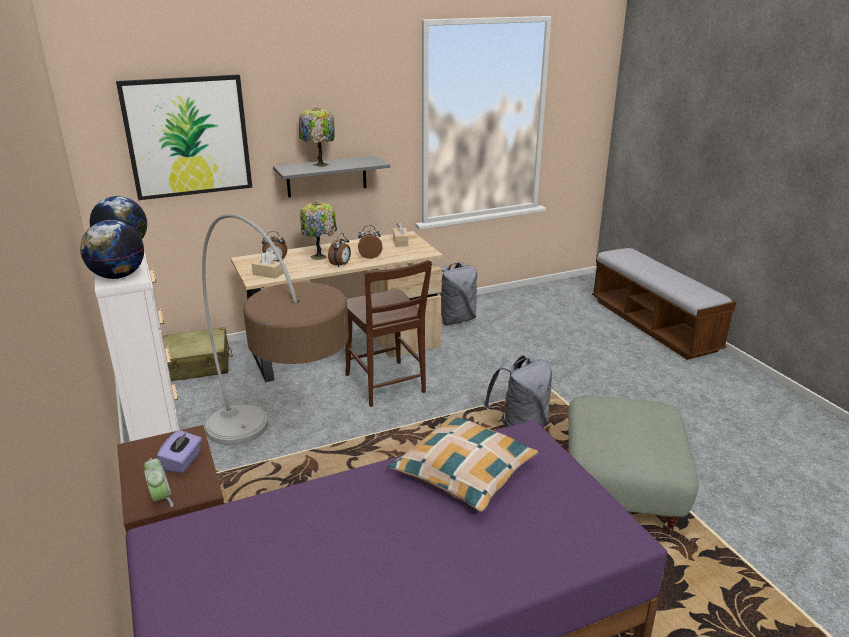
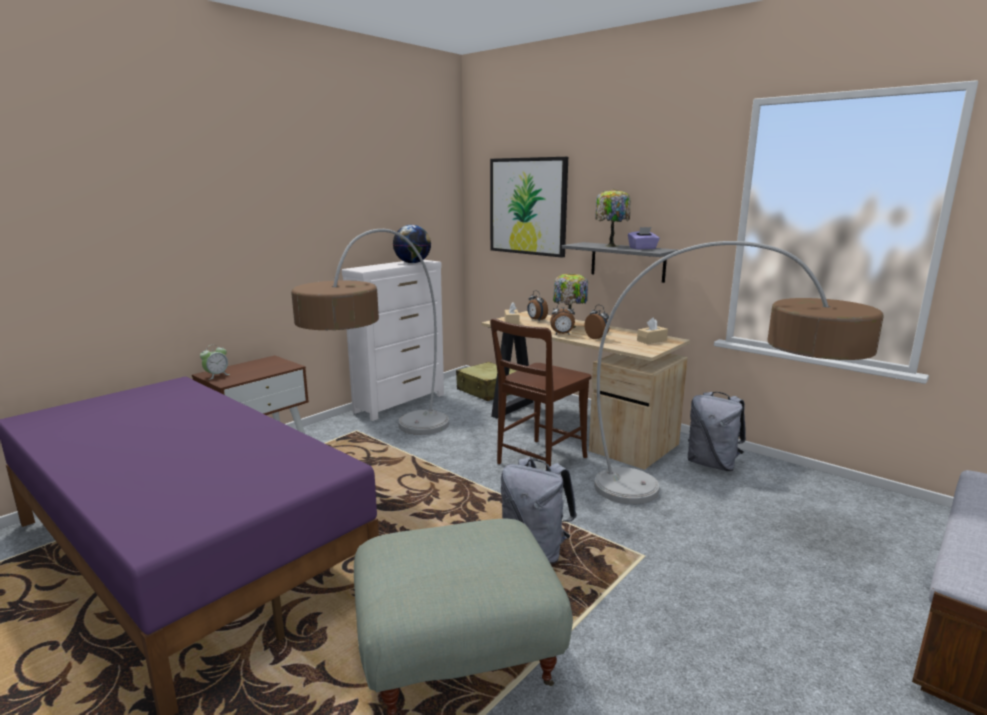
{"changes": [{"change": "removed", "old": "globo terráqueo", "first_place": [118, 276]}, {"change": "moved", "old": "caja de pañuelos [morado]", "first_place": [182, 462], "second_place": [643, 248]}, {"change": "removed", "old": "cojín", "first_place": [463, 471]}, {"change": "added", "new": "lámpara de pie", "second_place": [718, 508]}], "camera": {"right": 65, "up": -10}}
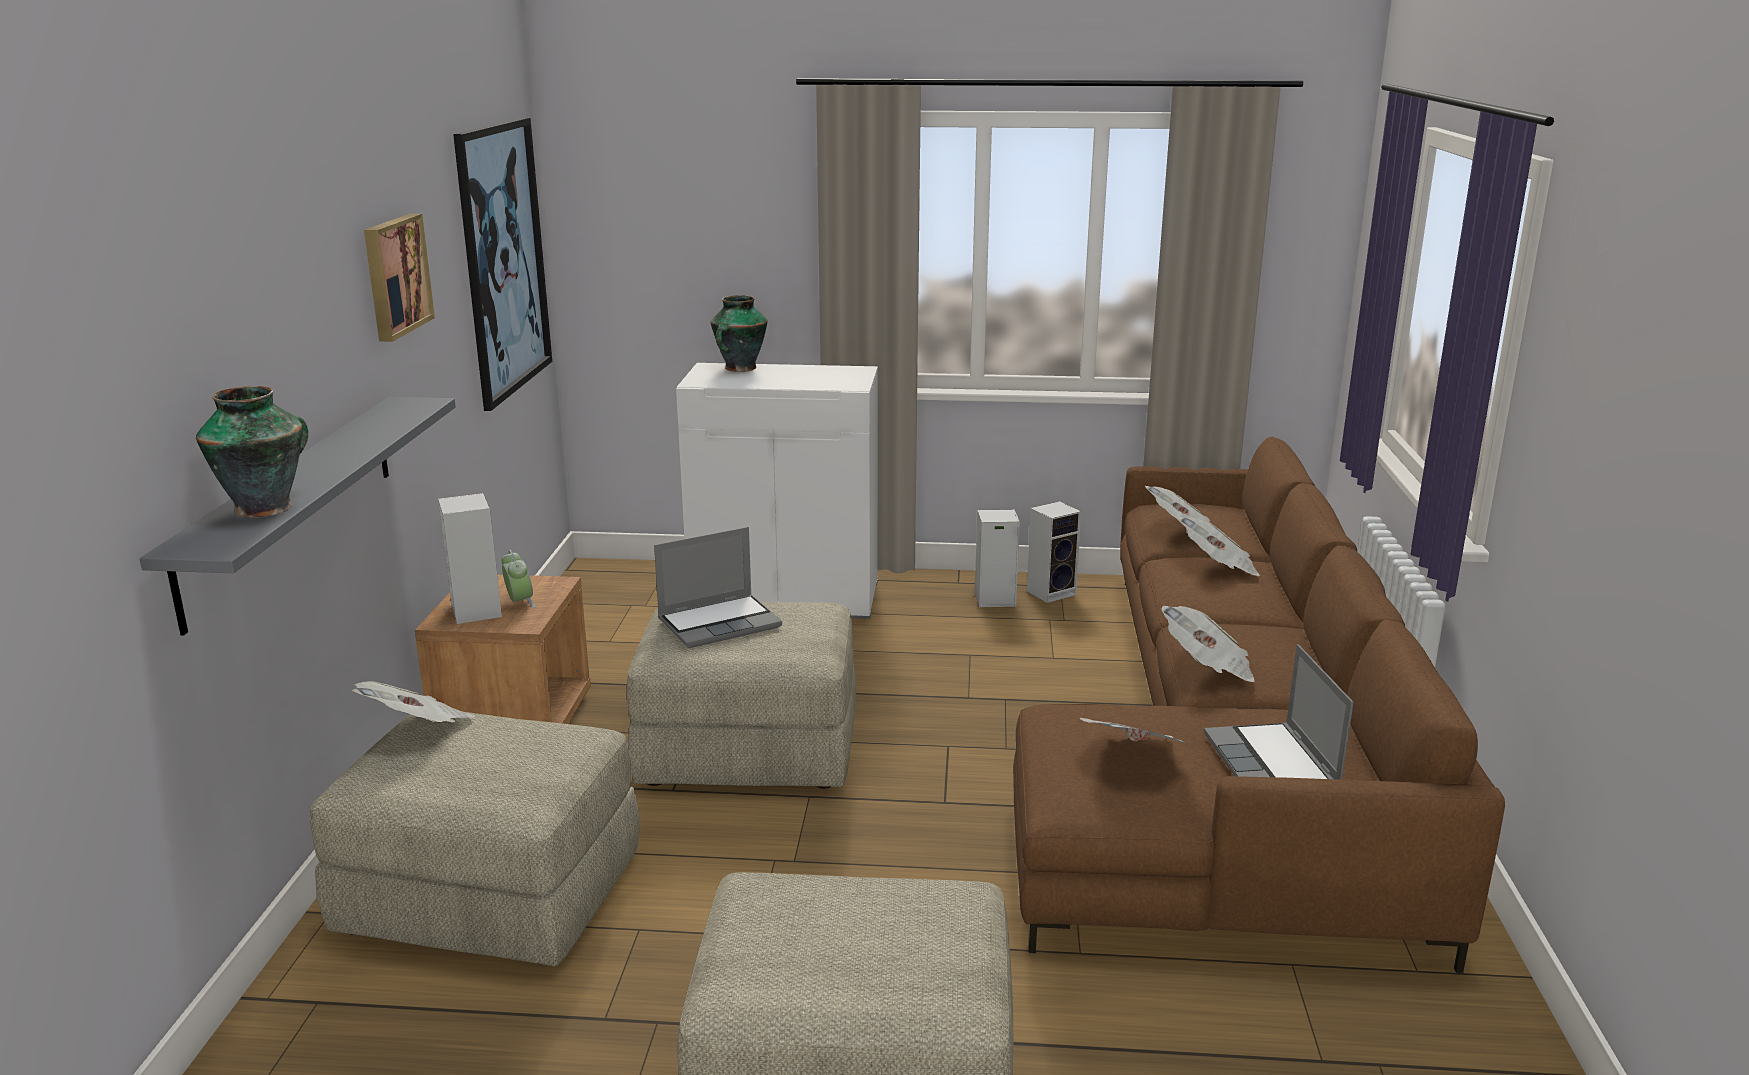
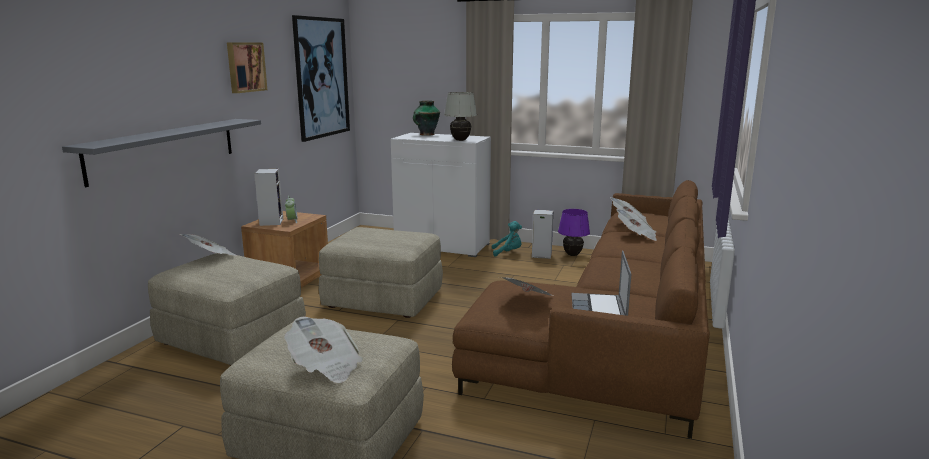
{"changes": [{"change": "removed", "old": "florero", "first_place": [266, 507]}, {"change": "removed", "old": "portátil", "first_place": [720, 622]}, {"change": "replaced", "old": "altavoz", "new": "lámpara de mesa [morado]", "first_place": [1052, 592], "second_place": [572, 255]}, {"change": "moved", "old": "periódico", "first_place": [1207, 667], "second_place": [325, 366]}, {"change": "added", "new": "lámpara de mesa [blanco]", "second_place": [460, 140]}, {"change": "added", "new": "peluche [turquesa]", "second_place": [508, 253]}], "camera": {"right": 15, "up": -5}}
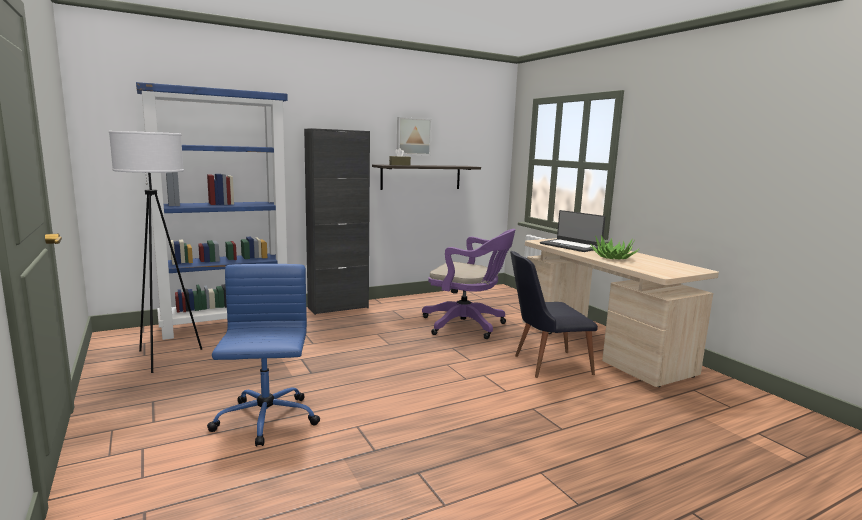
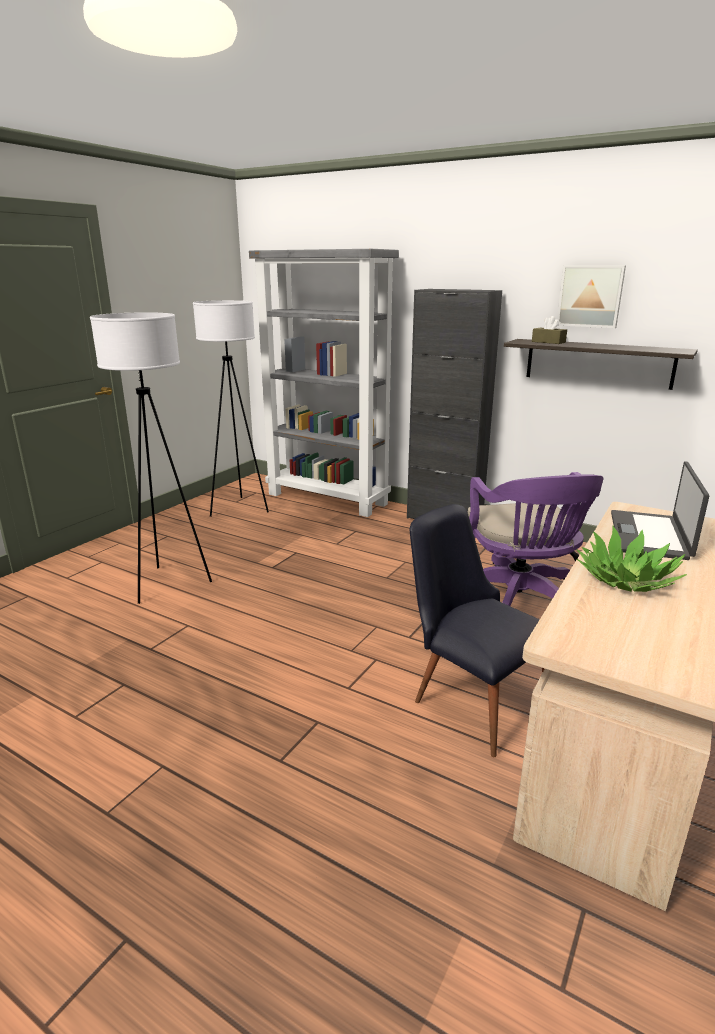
{"changes": [{"change": "recoloured", "old": "estantería [azul]", "new": "estantería [gris]", "first_place": [227, 324], "second_place": [328, 499]}, {"change": "replaced", "old": "silla de oficina [azul]", "new": "lámpara de pie [blanco]", "first_place": [265, 420], "second_place": [168, 584]}], "camera": {"right": 60, "up": 10}}
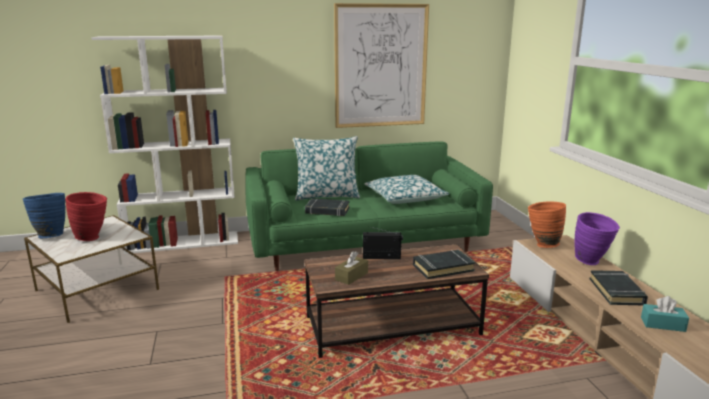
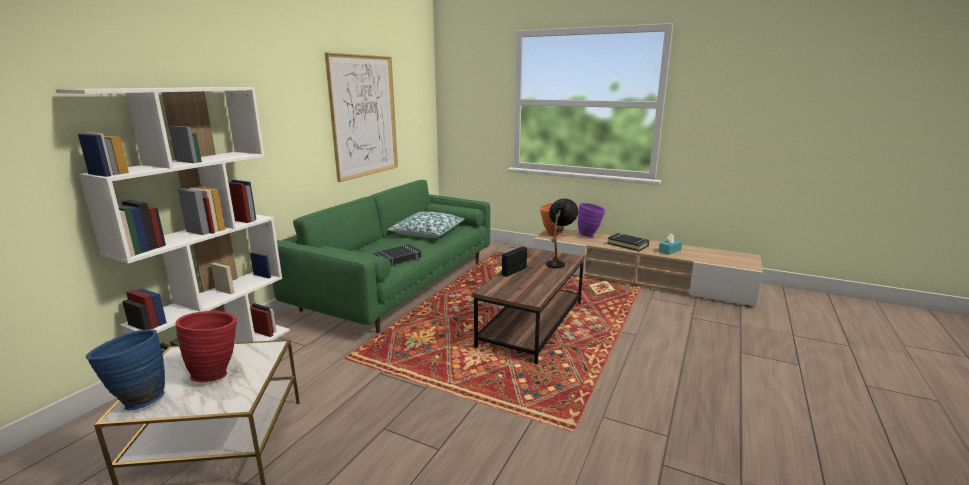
{"changes": [{"change": "removed", "old": "cojín", "first_place": [327, 196]}, {"change": "removed", "old": "caja de pañuelos [marrón]", "first_place": [351, 276]}, {"change": "replaced", "old": "libro [negro]", "new": "lámpara de mesa [negro]", "first_place": [442, 268], "second_place": [558, 262]}], "camera": {"right": -50, "up": 0}}
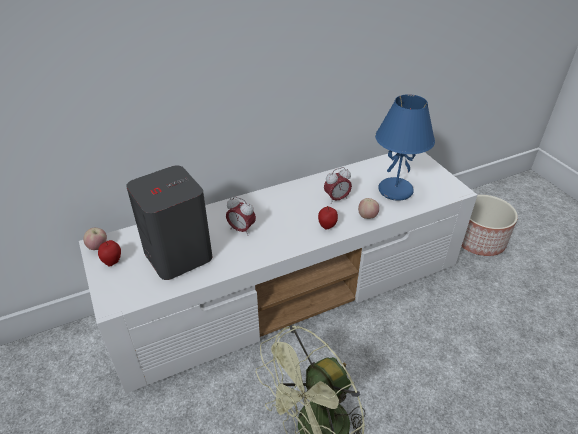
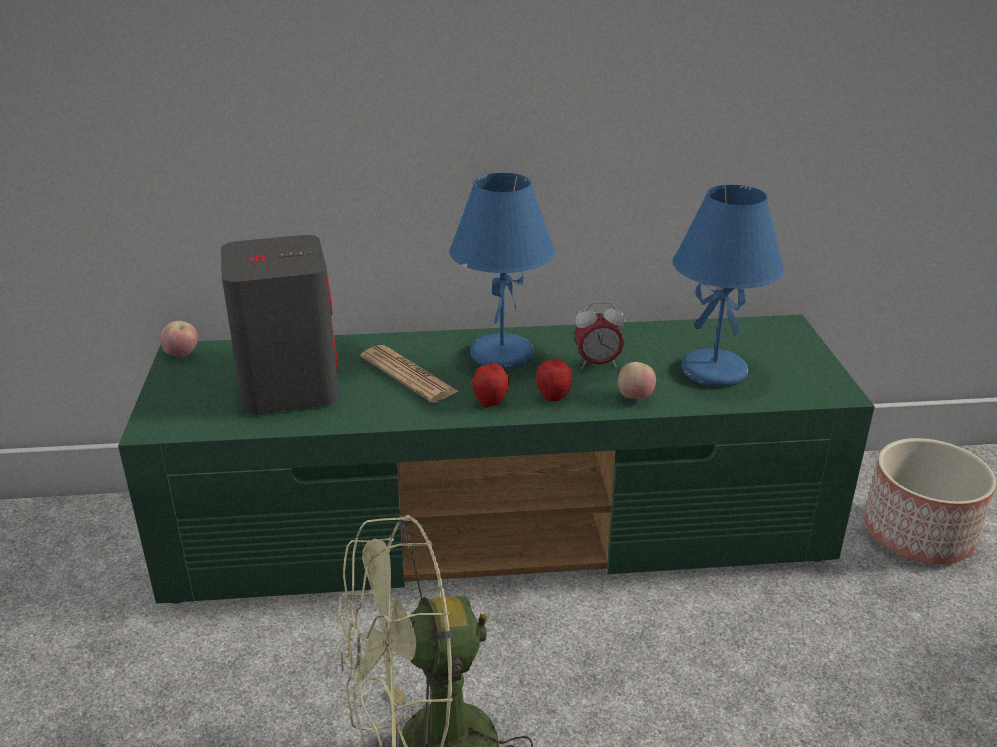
{"changes": [{"change": "recoloured", "old": "mueble de televisión [blanco]", "new": "mueble de televisión [verde]", "first_place": [290, 290], "second_place": [502, 530]}, {"change": "moved", "old": "manzana", "first_place": [113, 262], "second_place": [490, 403]}, {"change": "replaced", "old": "despertador", "new": "periódico", "first_place": [241, 229], "second_place": [408, 375]}, {"change": "added", "new": "lámpara de mesa [azul]", "second_place": [501, 354]}], "camera": {"right": 20, "up": -10}}
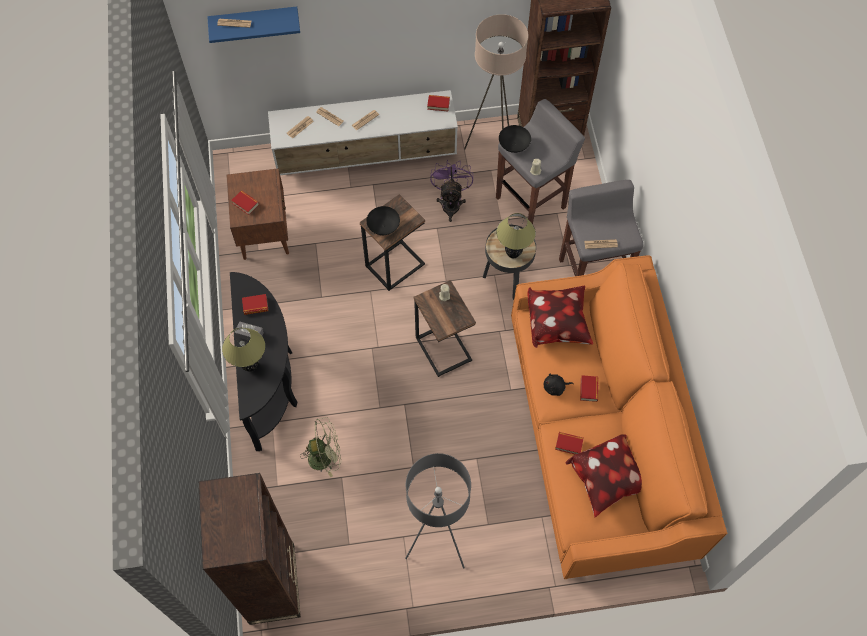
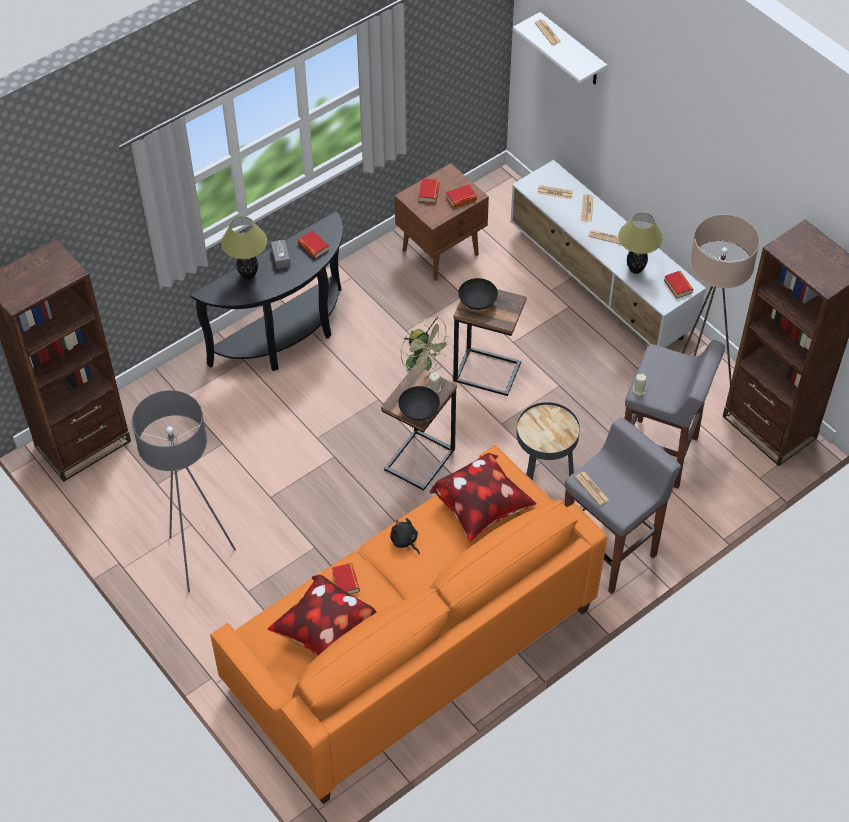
{"changes": [{"change": "recoloured", "old": "estante [azul]", "new": "estante [blanco]", "first_place": [254, 22], "second_place": [572, 51]}, {"change": "moved", "old": "ventilador [verde]", "first_place": [325, 457], "second_place": [424, 367]}, {"change": "removed", "old": "ventilador [morado]", "first_place": [451, 203]}, {"change": "moved", "old": "lámpara de mesa", "first_place": [513, 254], "second_place": [635, 270]}, {"change": "moved", "old": "cuenco [negro]", "first_place": [513, 145], "second_place": [418, 411]}, {"change": "moved", "old": "libro", "first_place": [589, 389], "second_place": [461, 198]}], "camera": {"right": 60, "up": -10}}
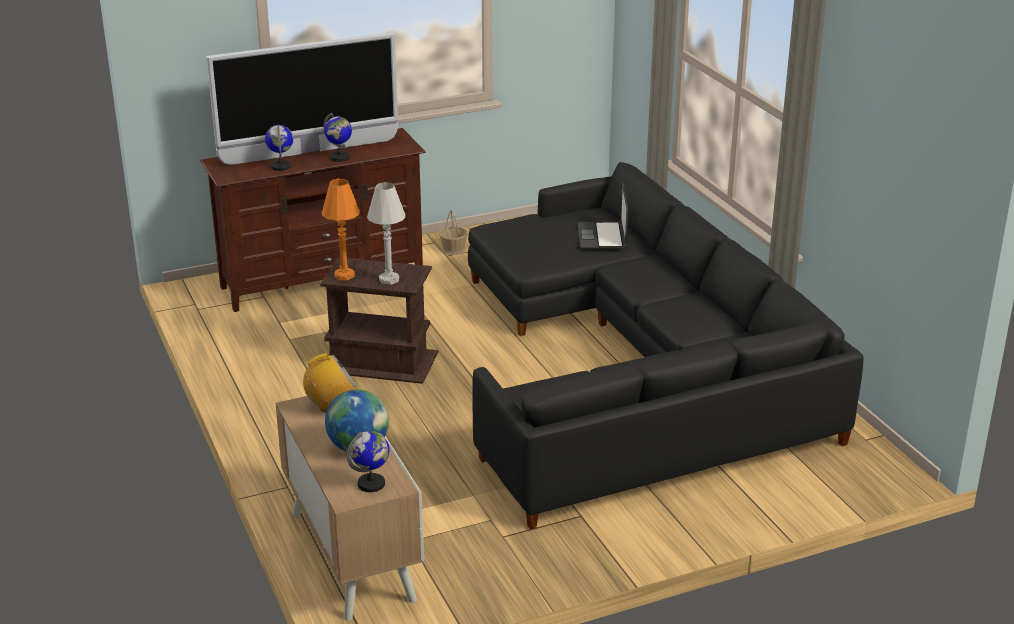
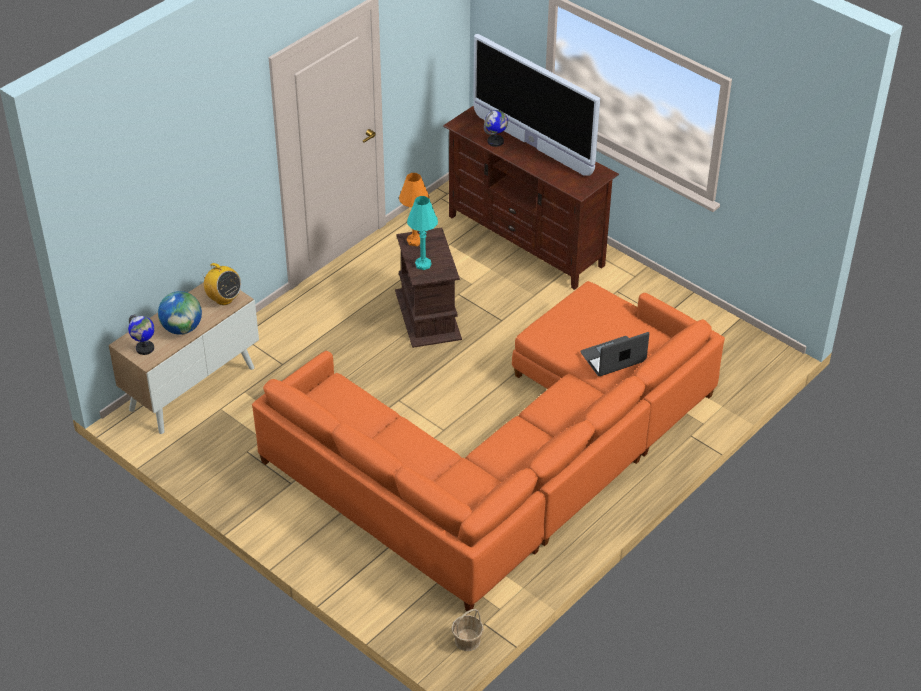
{"changes": [{"change": "removed", "old": "globo terráqueo", "first_place": [339, 158]}, {"change": "recoloured", "old": "lámpara de mesa [blanco]", "new": "lámpara de mesa [turquesa]", "first_place": [389, 280], "second_place": [423, 264]}, {"change": "moved", "old": "cesta", "first_place": [453, 249], "second_place": [467, 640]}, {"change": "recoloured", "old": "sofá [negro]", "new": "sofá [naranja]", "first_place": [637, 370], "second_place": [506, 458]}], "camera": {"right": 65, "up": 15}}
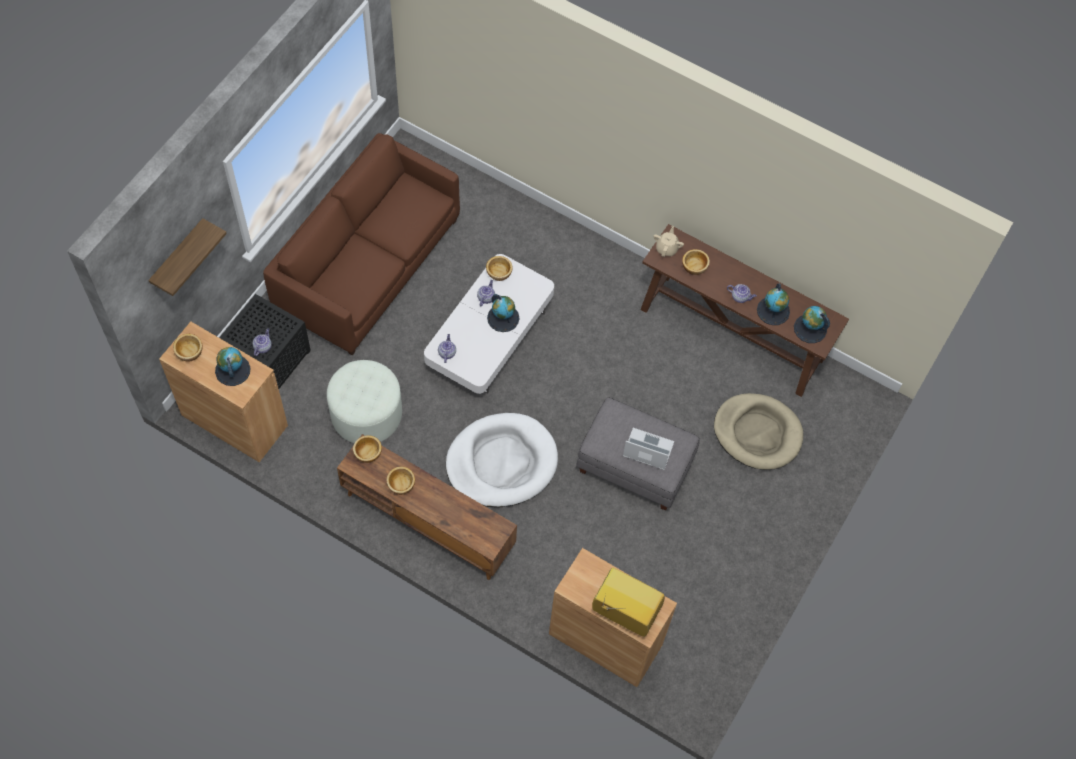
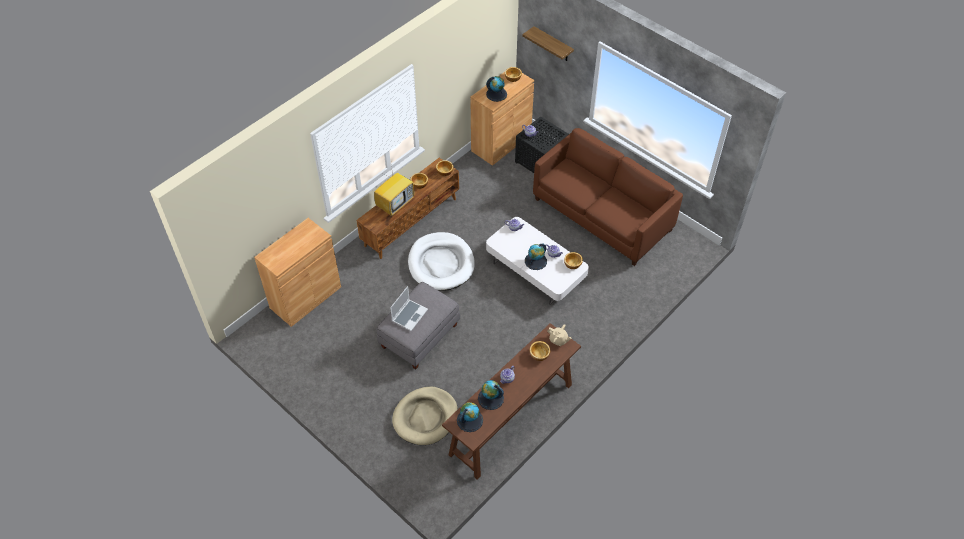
{"changes": [{"change": "removed", "old": "puf [blanco]", "first_place": [366, 413]}, {"change": "moved", "old": "televisor", "first_place": [623, 612], "second_place": [395, 204]}], "camera": {"right": 105, "up": -10}}
